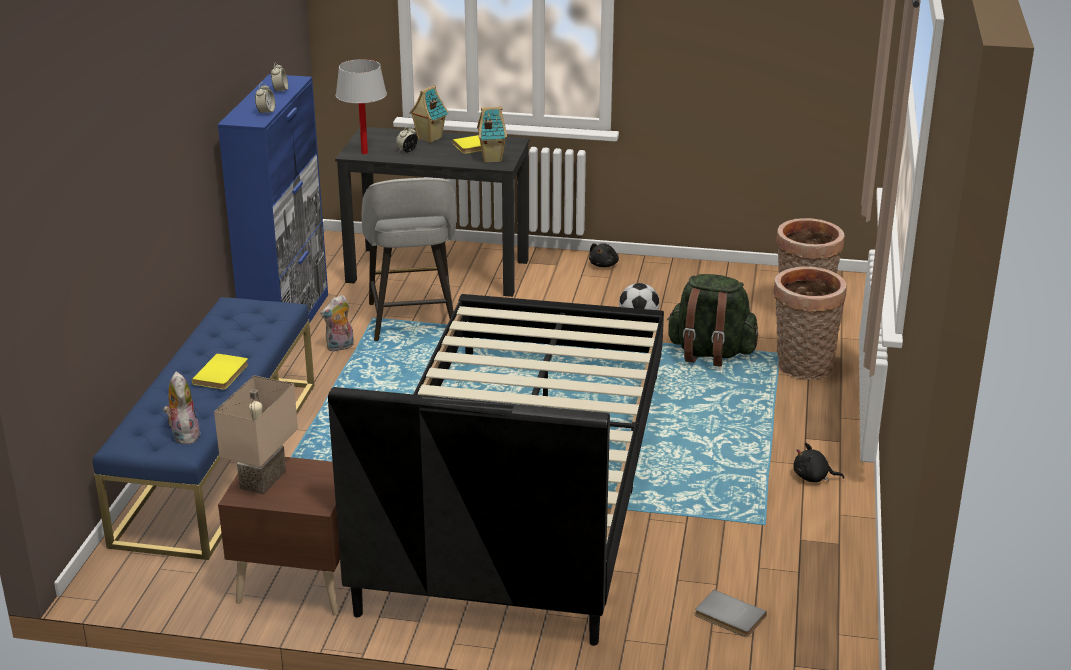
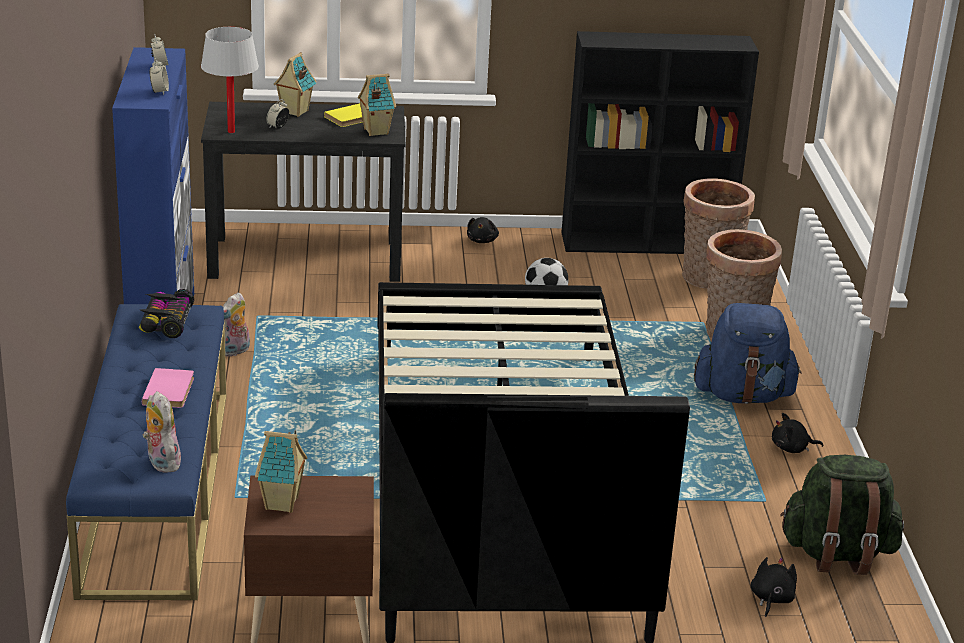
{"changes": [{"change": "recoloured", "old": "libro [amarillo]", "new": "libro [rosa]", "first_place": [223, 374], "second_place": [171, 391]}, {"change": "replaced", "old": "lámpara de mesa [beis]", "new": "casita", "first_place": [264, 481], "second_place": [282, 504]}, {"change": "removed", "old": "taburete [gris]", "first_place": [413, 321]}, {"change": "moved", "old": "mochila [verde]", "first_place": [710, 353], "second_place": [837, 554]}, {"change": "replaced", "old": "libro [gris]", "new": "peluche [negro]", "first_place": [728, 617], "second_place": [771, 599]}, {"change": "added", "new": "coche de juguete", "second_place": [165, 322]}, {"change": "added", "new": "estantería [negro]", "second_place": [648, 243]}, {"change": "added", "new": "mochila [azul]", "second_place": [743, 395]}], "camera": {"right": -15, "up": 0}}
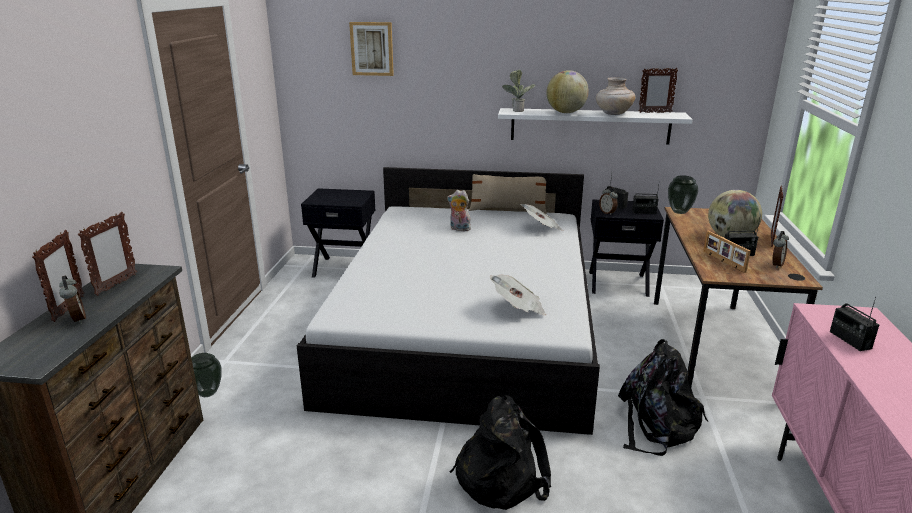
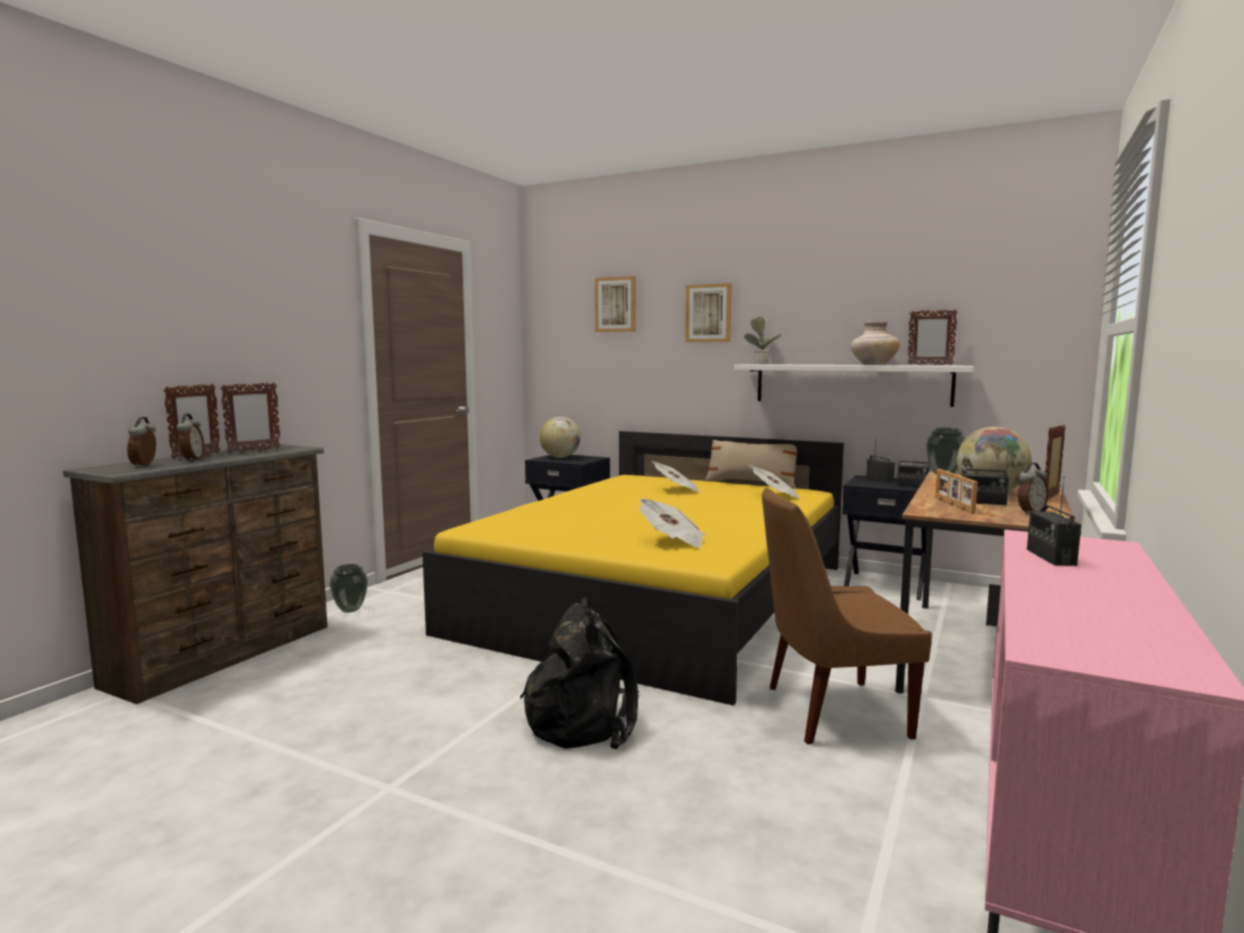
{"changes": [{"change": "recoloured", "old": "cama [blanco]", "new": "cama [amarillo]", "first_place": [465, 327], "second_place": [659, 597]}, {"change": "replaced", "old": "peluche", "new": "periódico", "first_place": [459, 229], "second_place": [676, 490]}, {"change": "moved", "old": "globo terráqueo", "first_place": [566, 112], "second_place": [560, 457]}, {"change": "moved", "old": "despertador", "first_place": [607, 213], "second_place": [145, 465]}, {"change": "replaced", "old": "mochila [negro]", "new": "silla [marrón]", "first_place": [656, 425], "second_place": [830, 712]}, {"change": "added", "new": "cuadro", "second_place": [708, 313]}], "camera": {"right": 20, "up": -15}}
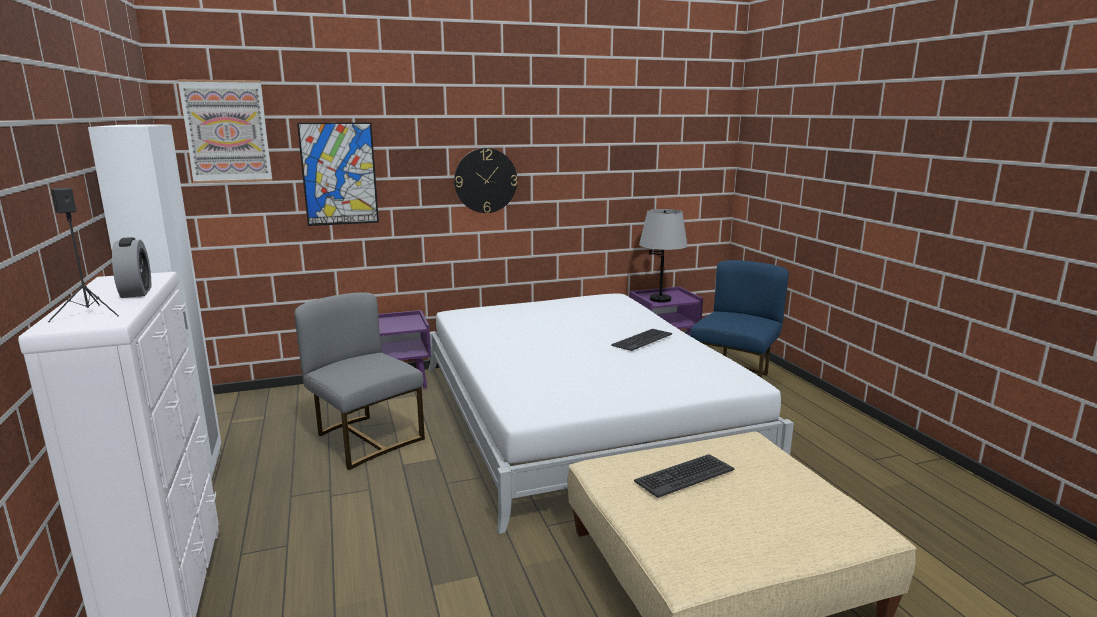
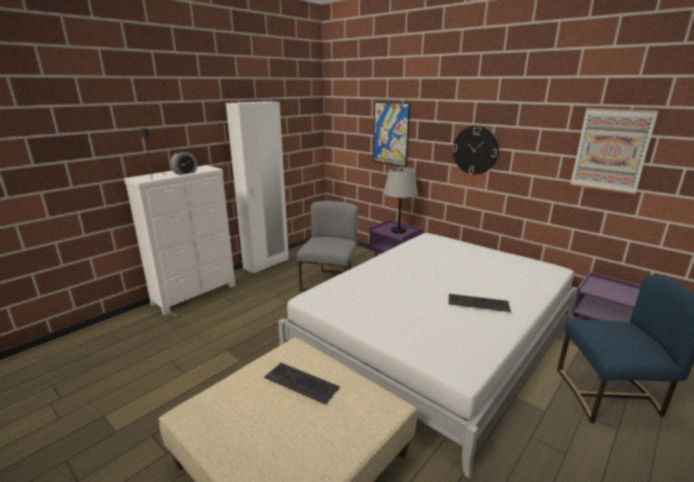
{"changes": [{"change": "moved", "old": "cuadro", "first_place": [227, 131], "second_place": [611, 150]}, {"change": "moved", "old": "lámpara de mesa [gris]", "first_place": [660, 299], "second_place": [398, 231]}], "camera": {"right": 60, "up": 5}}
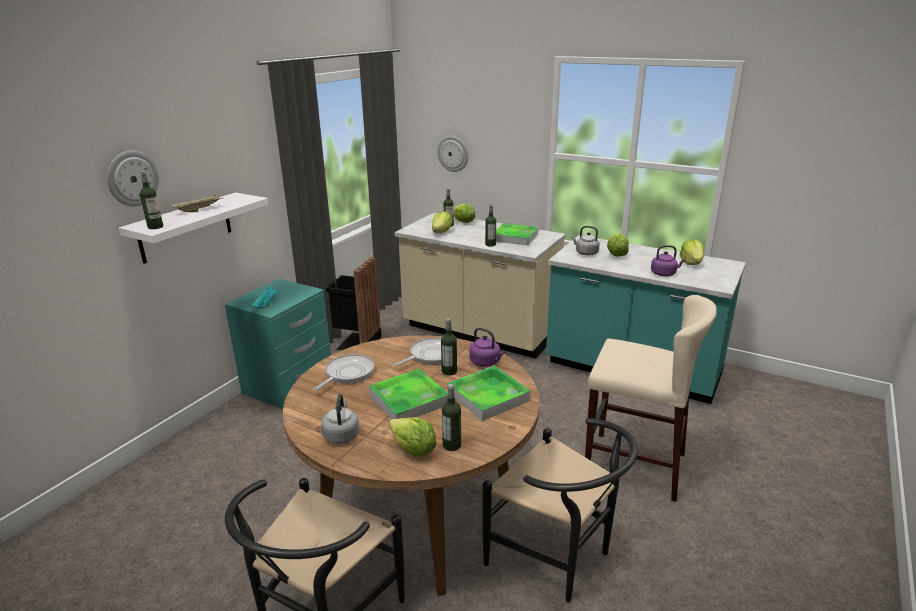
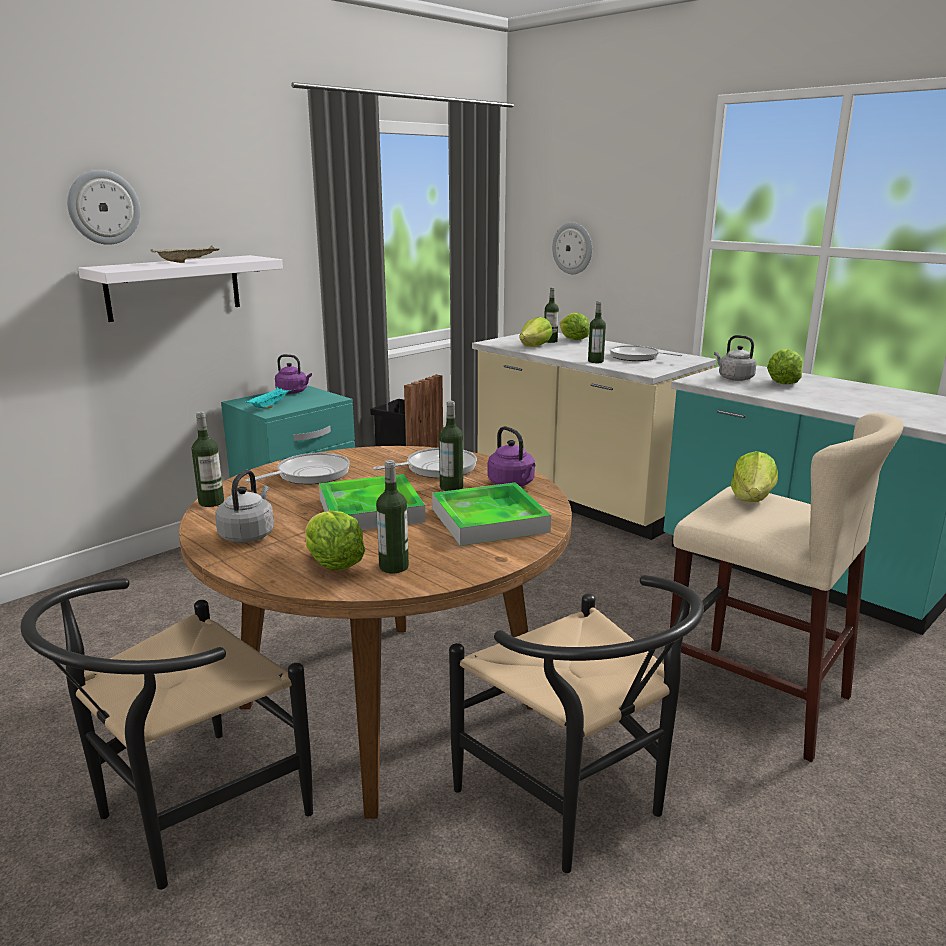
{"changes": [{"change": "moved", "old": "botella", "first_place": [155, 227], "second_place": [211, 502]}, {"change": "replaced", "old": "bandeja", "new": "sartén", "first_place": [515, 237], "second_place": [637, 357]}, {"change": "moved", "old": "hervidor [morado]", "first_place": [664, 274], "second_place": [293, 392]}, {"change": "moved", "old": "lechuga", "first_place": [691, 263], "second_place": [752, 499]}], "camera": {"right": 15, "up": -5}}
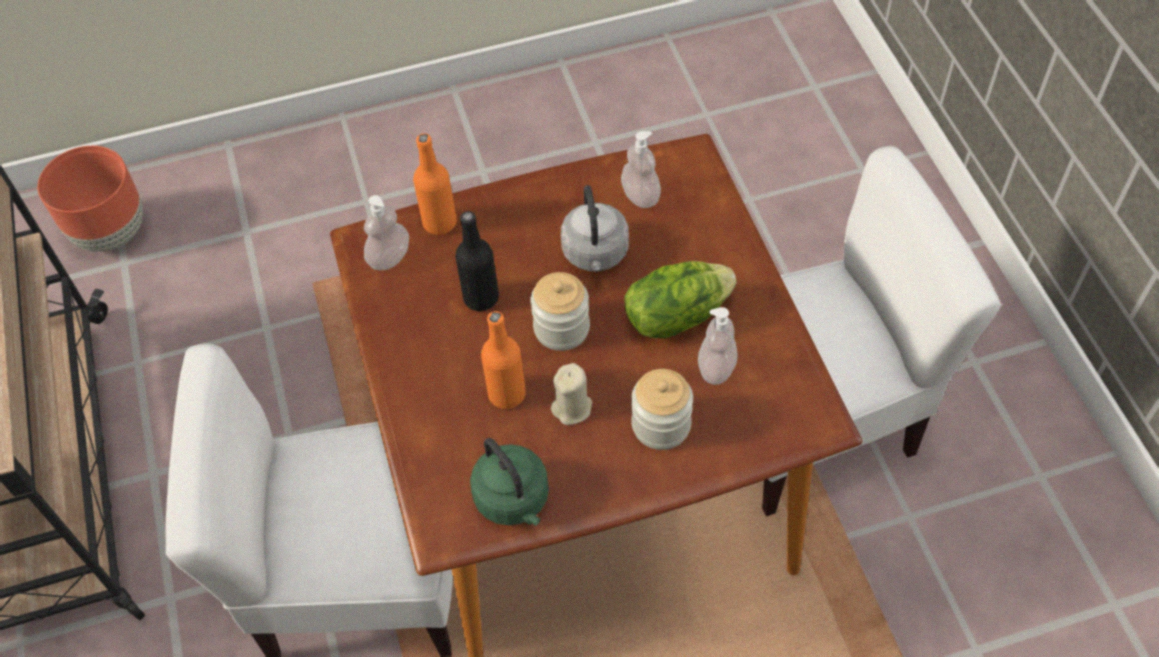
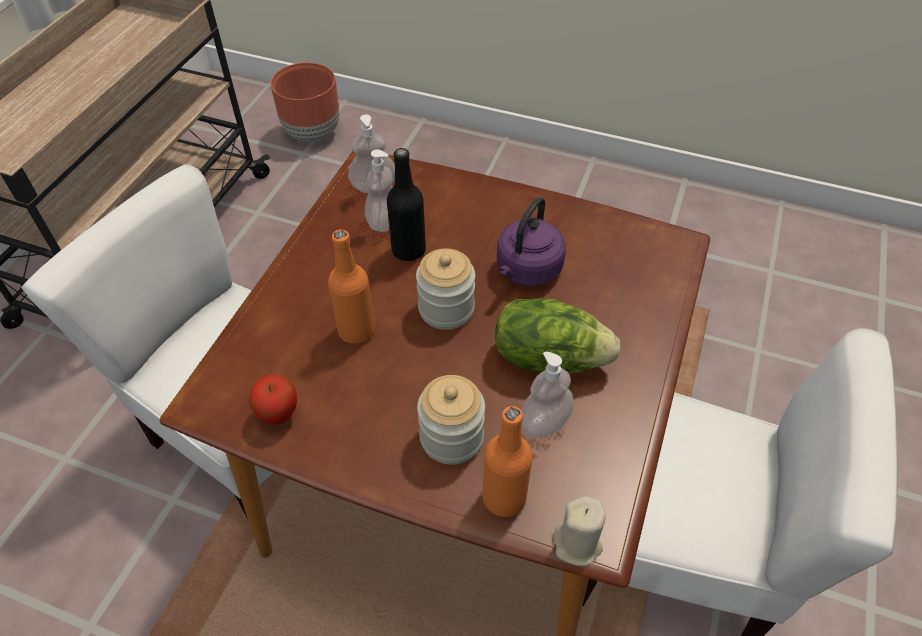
{"changes": [{"change": "moved", "old": "botella [naranja]", "first_place": [439, 222], "second_place": [504, 498]}, {"change": "replaced", "old": "hervidor [verde]", "new": "manzana", "first_place": [514, 500], "second_place": [279, 415]}, {"change": "moved", "old": "vela [beis]", "first_place": [572, 408], "second_place": [577, 543]}, {"change": "recoloured", "old": "hervidor [gris]", "new": "hervidor [morado]", "first_place": [595, 254], "second_place": [526, 271]}, {"change": "moved", "old": "dispensador de jabón", "first_place": [640, 196], "second_place": [384, 221]}], "camera": {"right": 35, "up": -5}}
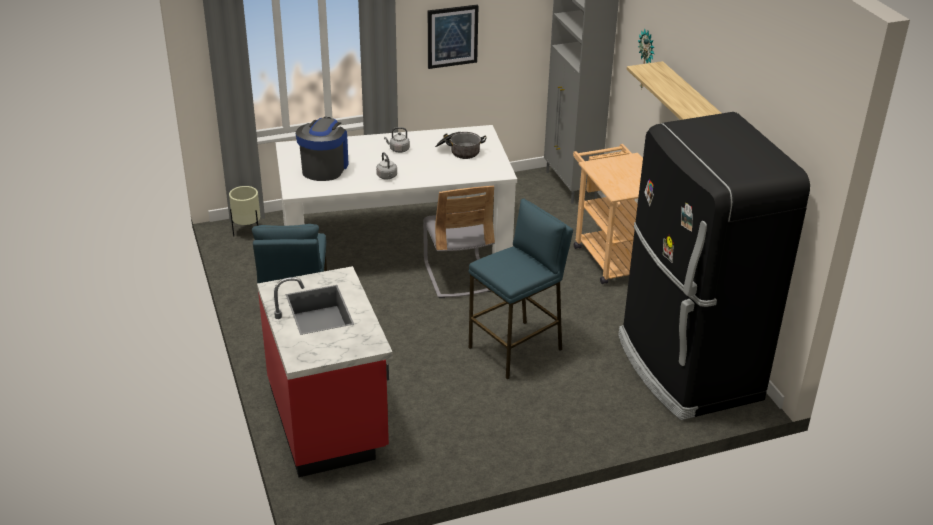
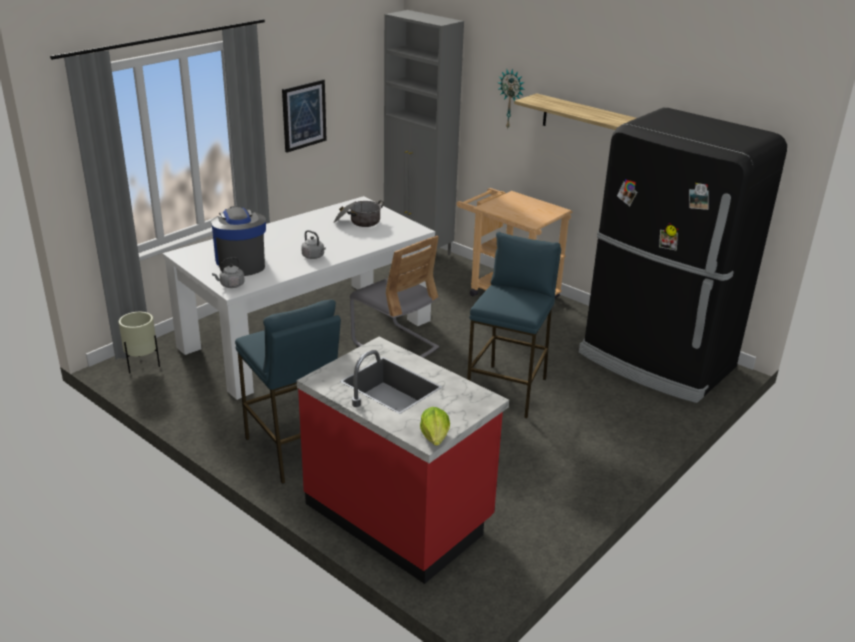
{"changes": [{"change": "moved", "old": "hervidor [gris]", "first_place": [398, 149], "second_place": [231, 285]}, {"change": "added", "new": "lechuga", "second_place": [435, 437]}], "camera": {"right": -30, "up": -5}}
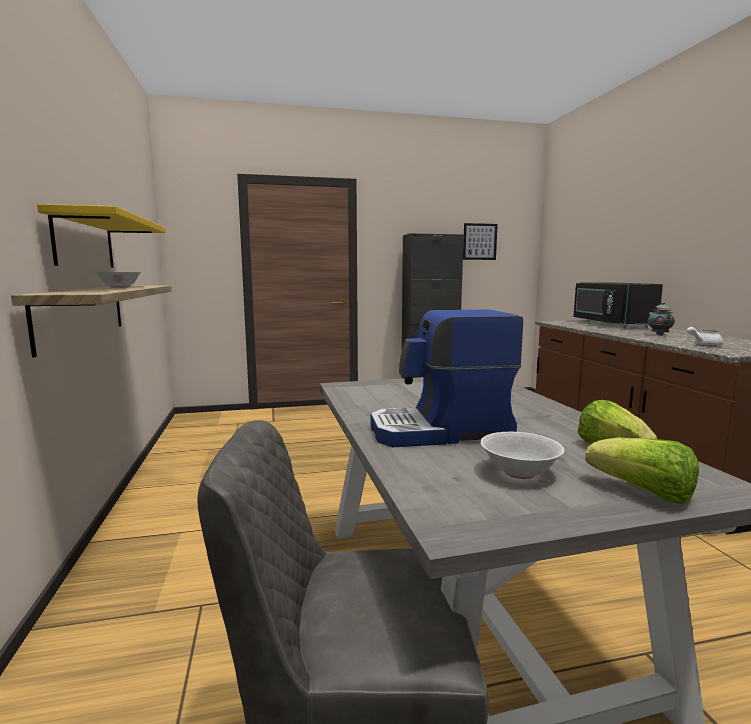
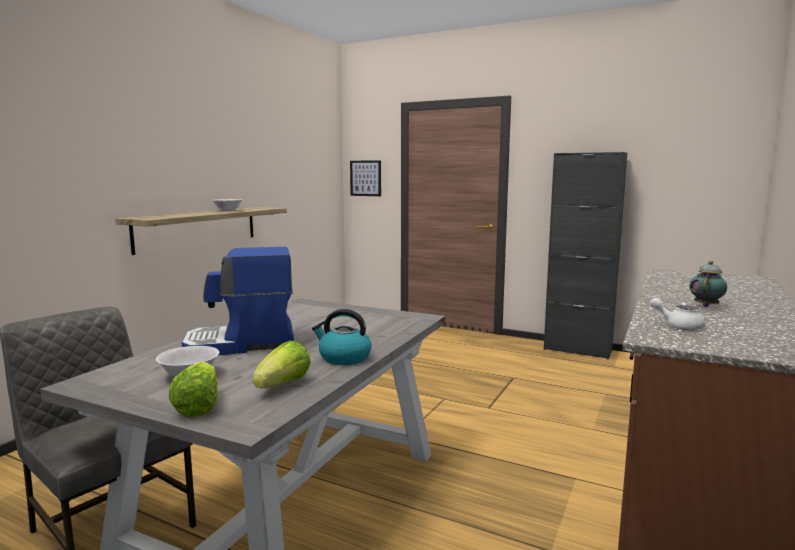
{"changes": [{"change": "removed", "old": "estante [amarillo]", "first_place": [84, 242]}, {"change": "turned", "old": "cafetera", "first_place": [441, 431], "second_place": [242, 344], "degrees": -45}, {"change": "moved", "old": "cuadro", "first_place": [479, 241], "second_place": [365, 178]}, {"change": "removed", "old": "microondas [negro]", "first_place": [610, 324]}, {"change": "added", "new": "hervidor", "second_place": [344, 358]}], "camera": {"right": 40, "up": 0}}
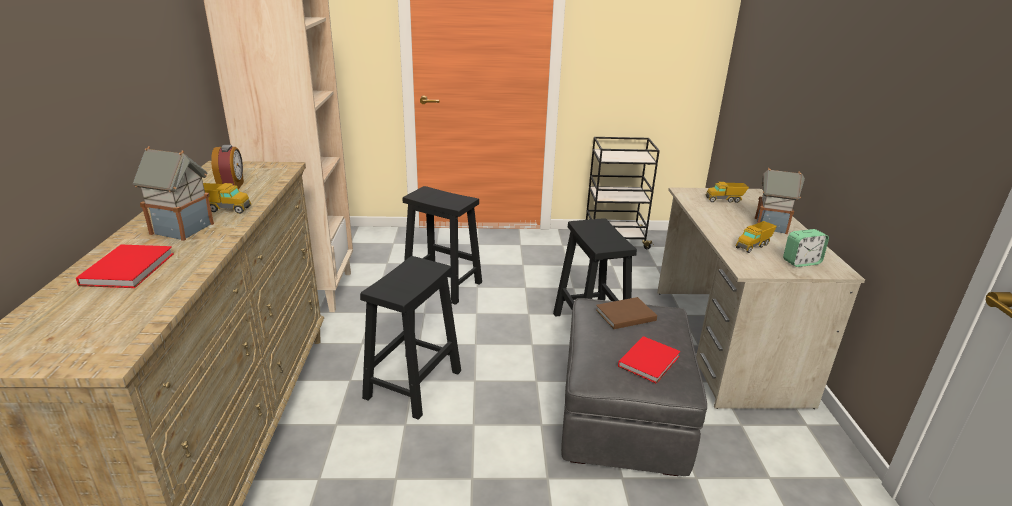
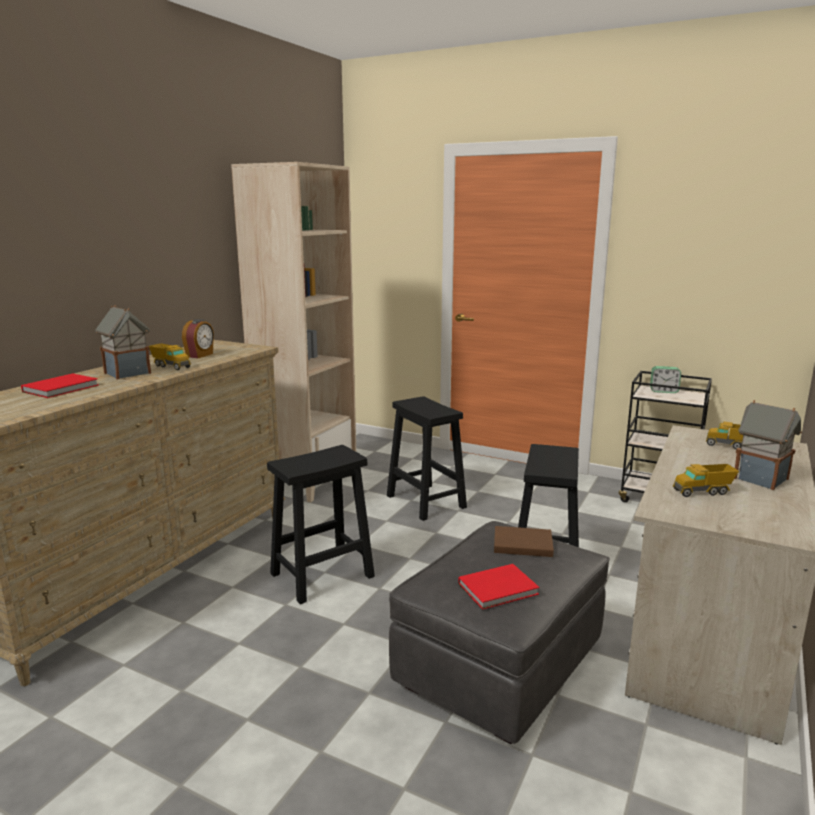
{"changes": [{"change": "moved", "old": "despertador", "first_place": [801, 262], "second_place": [663, 391]}], "camera": {"right": 30, "up": -10}}
